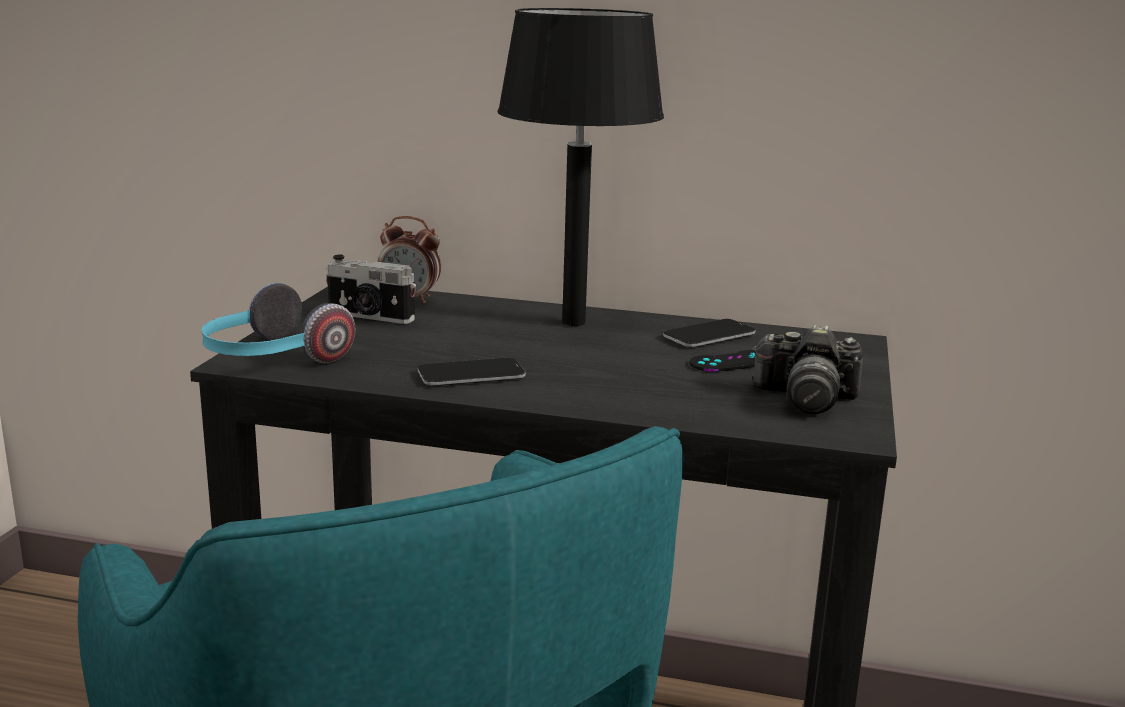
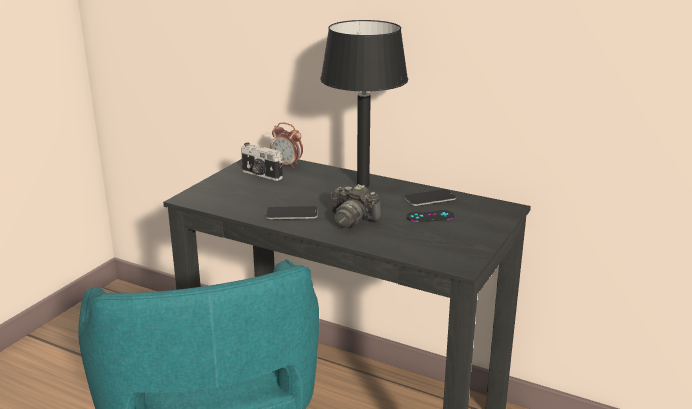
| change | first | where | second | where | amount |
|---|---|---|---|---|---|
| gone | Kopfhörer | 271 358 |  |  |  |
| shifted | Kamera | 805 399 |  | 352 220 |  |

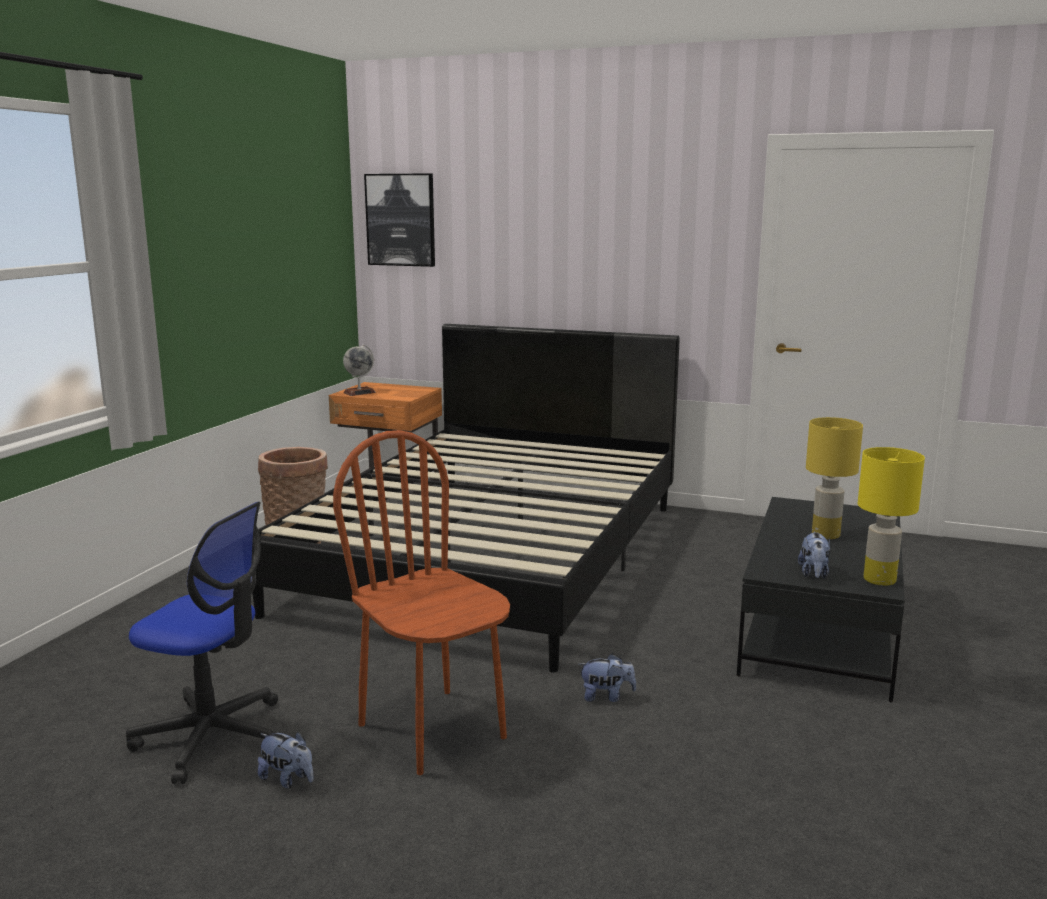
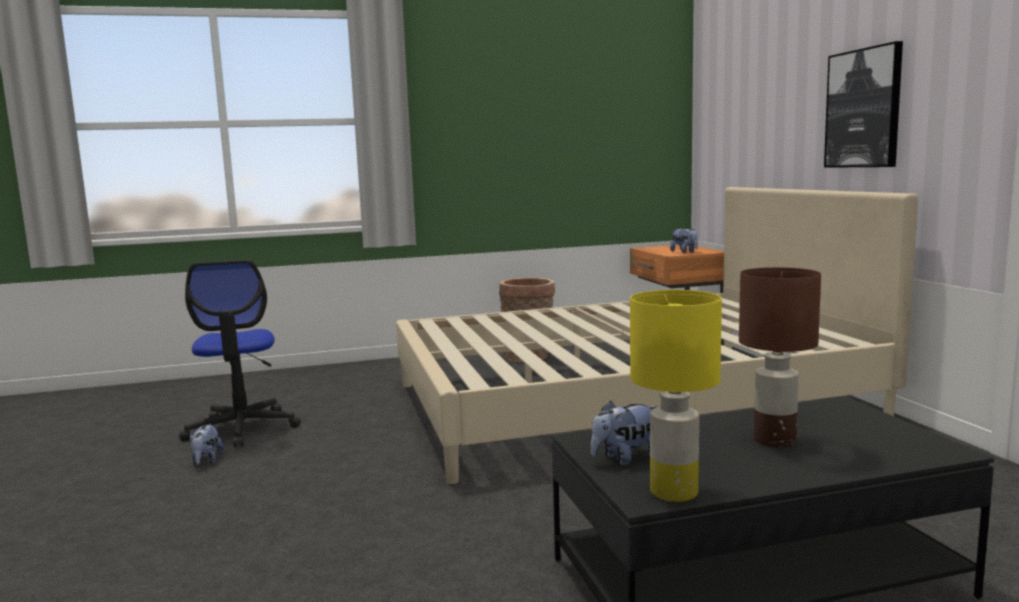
| change | first | where | second | where | amount |
|---|---|---|---|---|---|
| repainted | Bett (schwarz) | 492 555 | Bett (beige) | 625 401 |  |
| gone | Stuhl (braun) | 433 730 |  |  |  |
| gone | Globus | 359 392 |  |  |  |
| shifted | Bild | 401 220 |  | 863 108 |  |
| shifted | Plüschtier | 606 696 |  | 684 252 |  |
| repainted | Tischlampe (gelb) | 825 535 | Tischlampe (braun) | 773 440 |  |

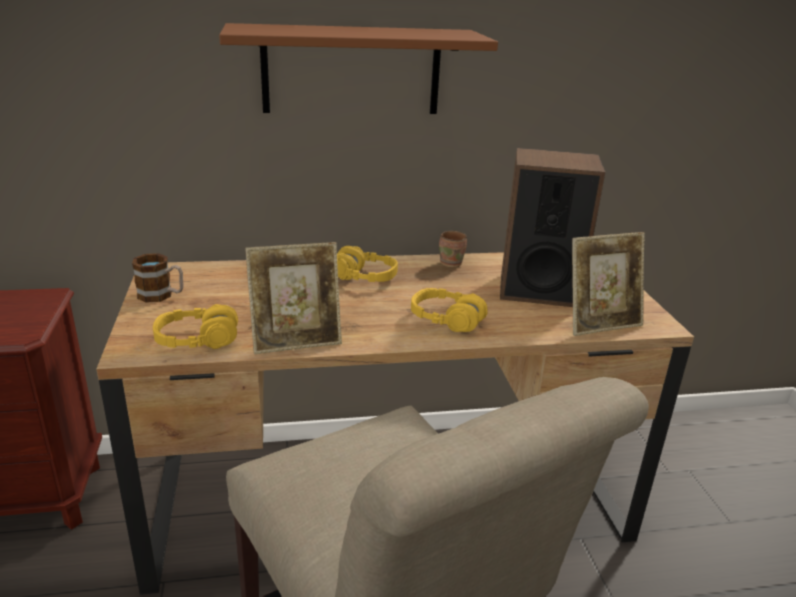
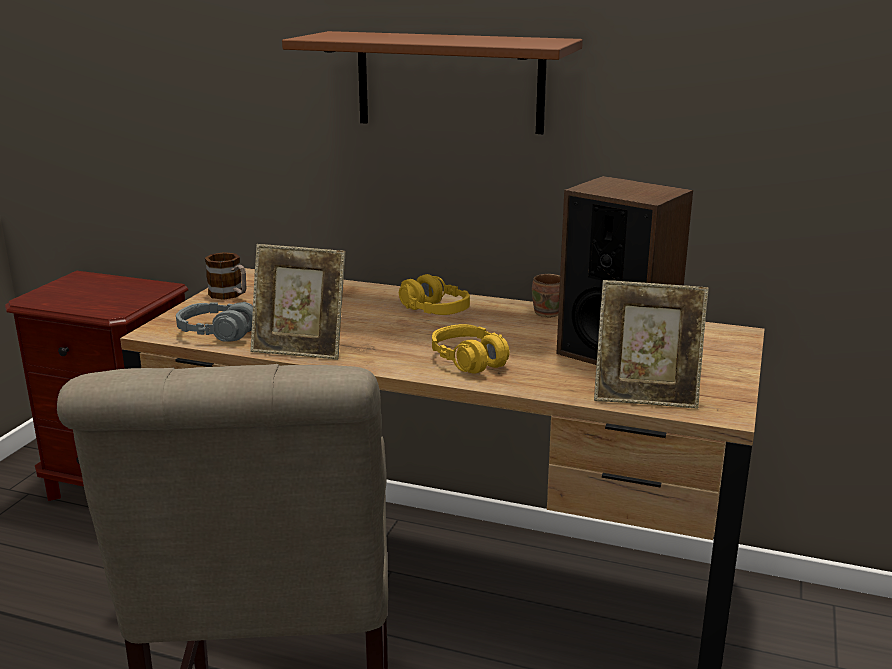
| change | first | where | second | where | amount |
|---|---|---|---|---|---|
| repainted | Kopfhörer (gelb) | 197 340 | Kopfhörer (grau) | 218 333 |  |

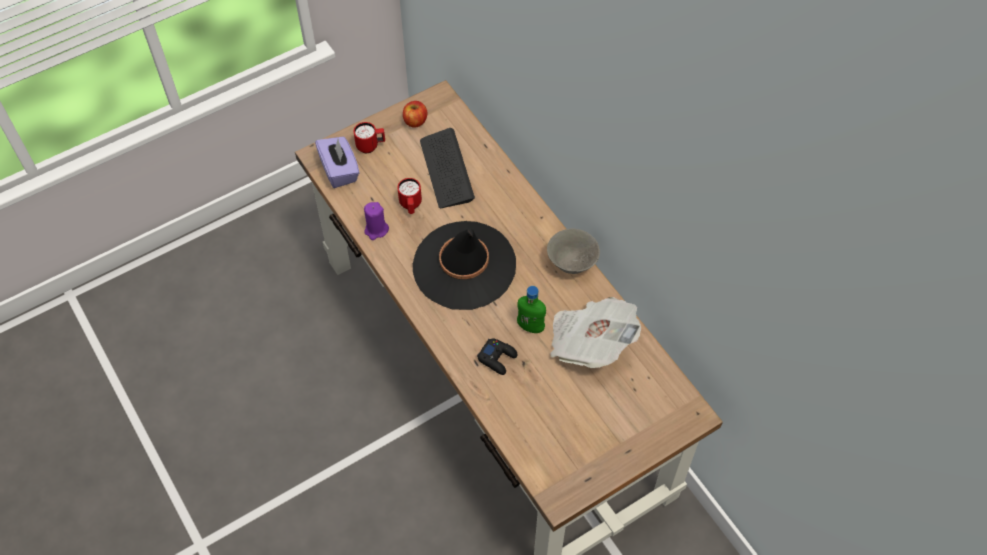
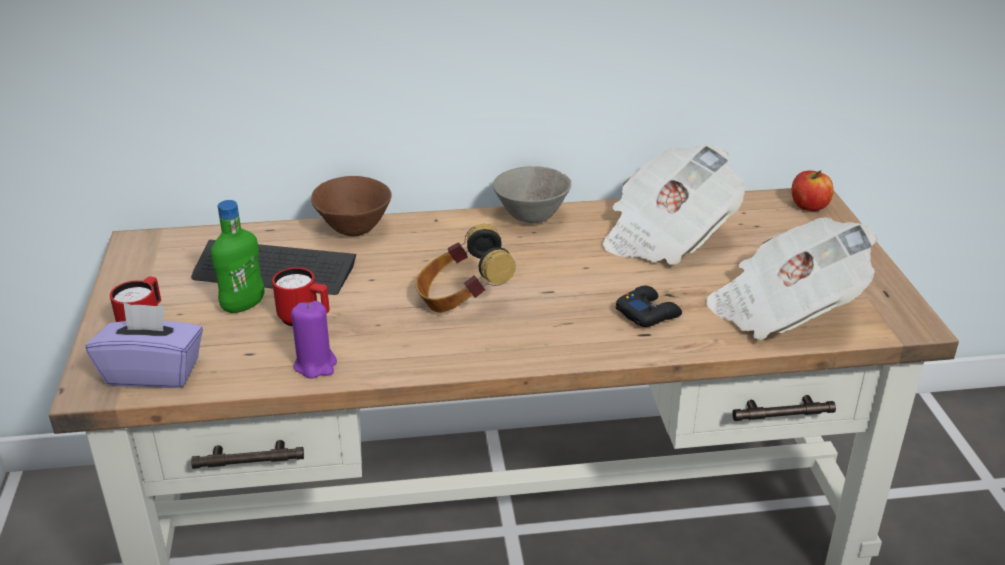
| change | first | where | second | where | amount |
|---|---|---|---|---|---|
| shifted | Apfel | 415 121 |  | 809 206 |  |
| swapped | Hut (schwarz) | 464 266 | Kopfhörer | 462 300 |  |
| shifted | Flasche (grün) | 530 327 |  | 243 305 |  |
| new |  |  | Schüssel (braun) | 354 230 |  |
| new |  |  | Zeitung | 783 310 |  |

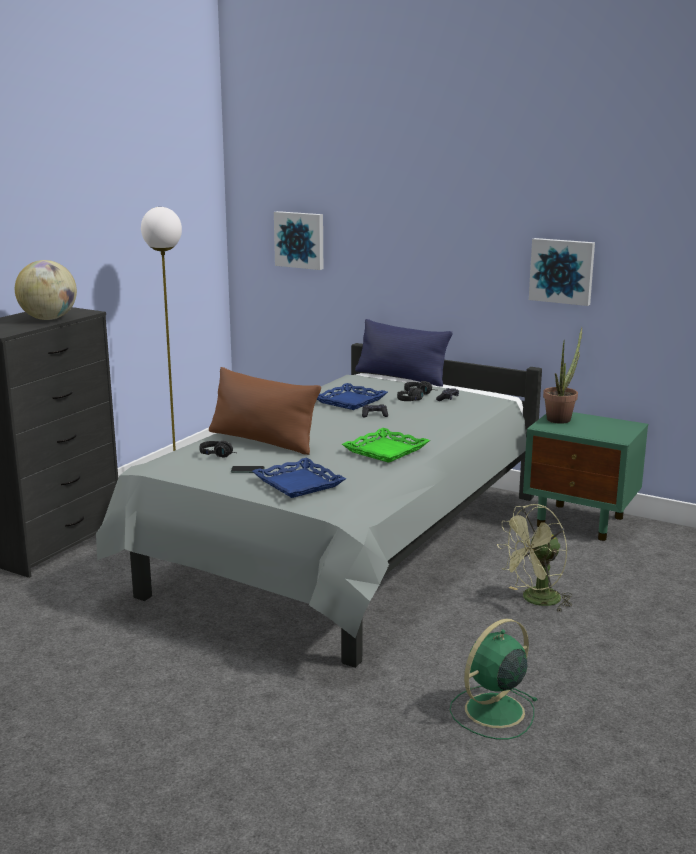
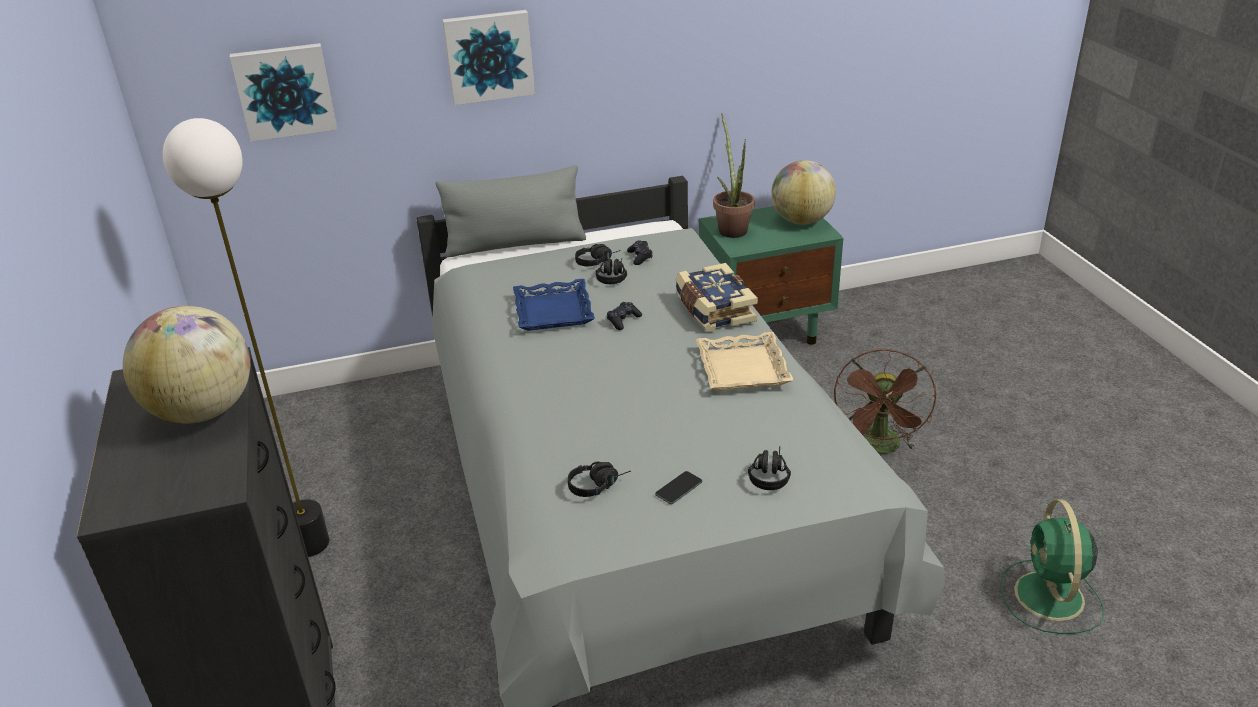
| change | first | where | second | where | amount |
|---|---|---|---|---|---|
| gone | Kissen (braun) | 262 440 |  |  |  |
| swapped | Tablett (blau) | 298 483 | Kopfhörer (schwarz) | 769 474 |  |
| repainted | Tablett (grün) | 386 450 | Tablett (beige) | 743 368 |  |
| repainted | Kissen (blau) | 401 377 | Kissen (grau) | 515 244 |  |
| repainted | Ventilator (grün) | 535 600 | Ventilator (braun) | 880 448 |  |
| shifted | Bild | 562 271 |  | 488 56 |  |
| new |  |  | Buch | 713 310 |  |
| new |  |  | Globus | 801 221 |  |

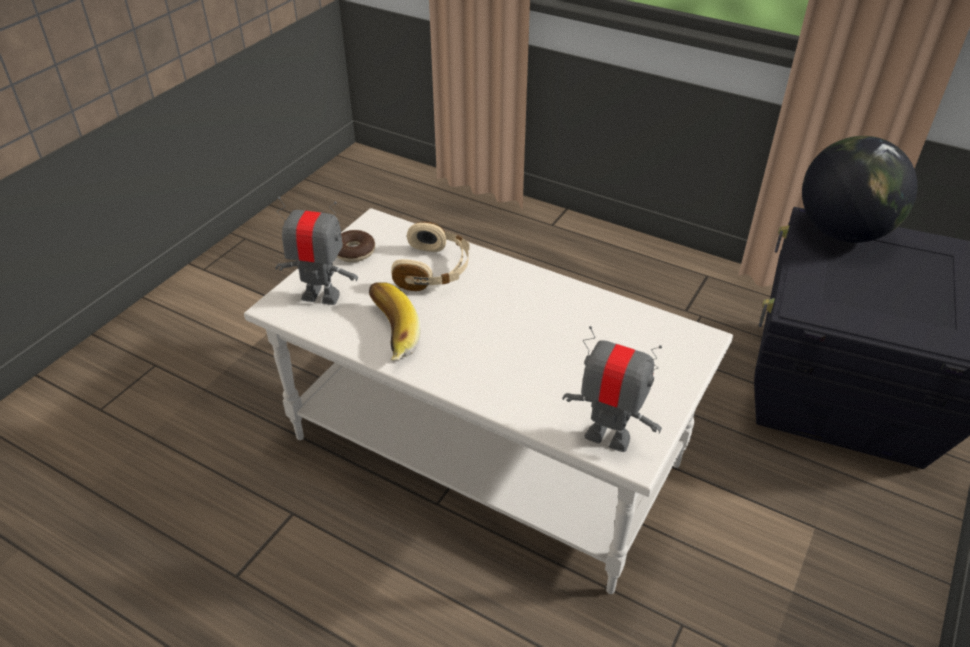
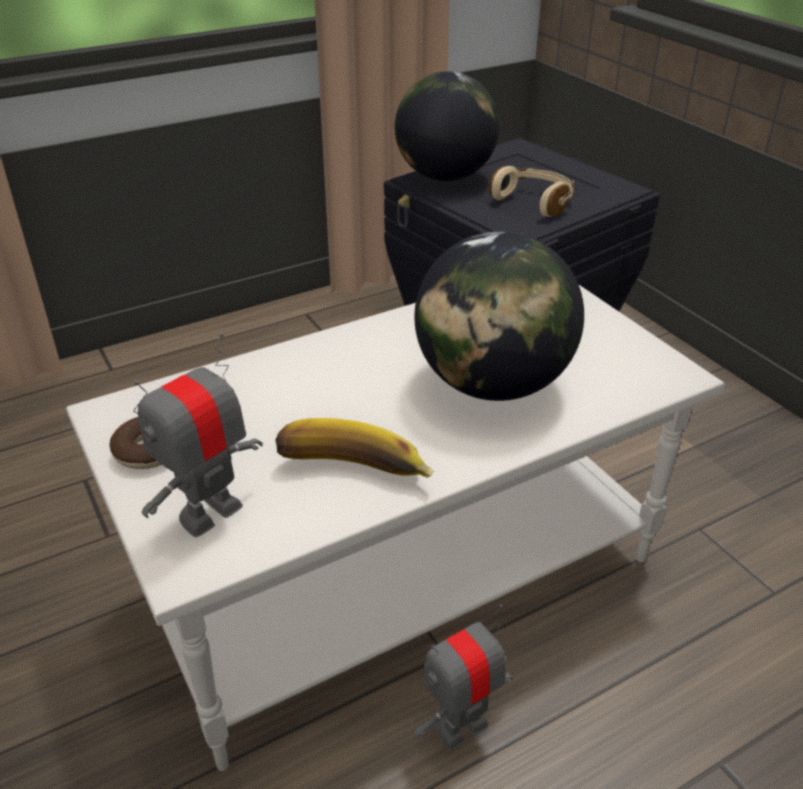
| change | first | where | second | where | amount |
|---|---|---|---|---|---|
| shifted | Kopfhörer (beige) | 434 270 |  | 535 201 |  |
| shifted | Spielzeugroboter | 608 437 |  | 461 728 |  |
| new |  |  | Globus | 493 384 |  |

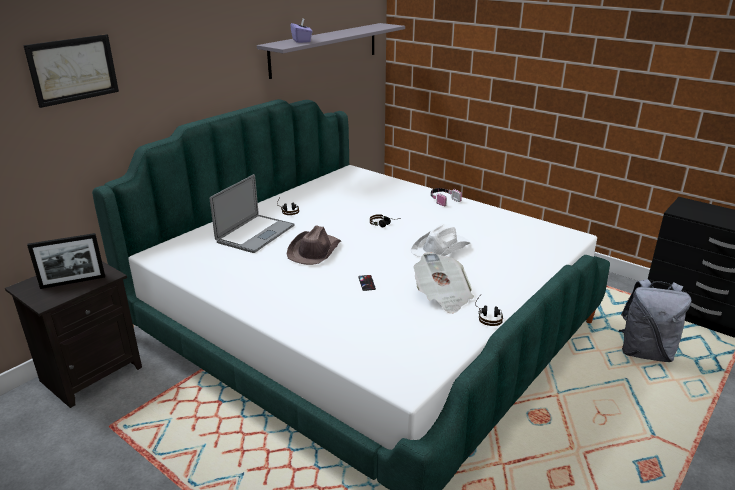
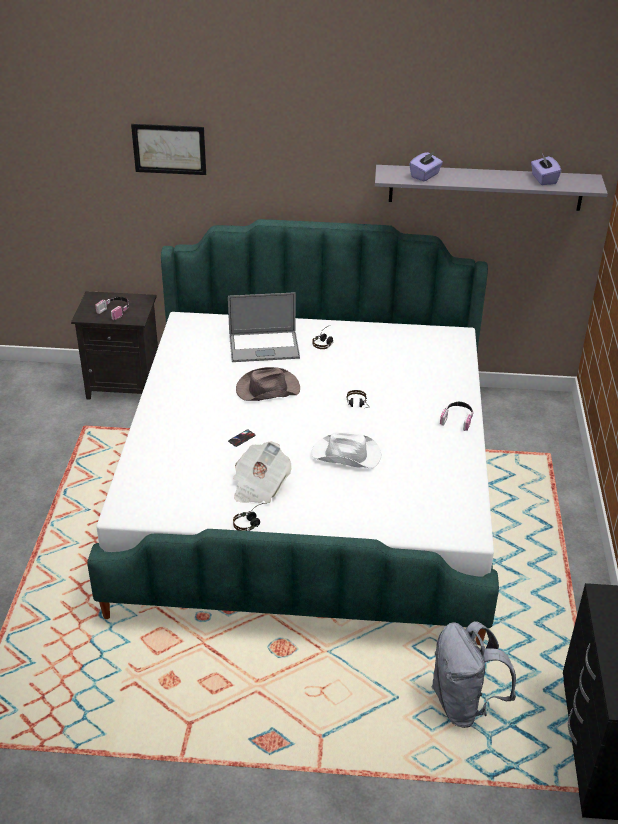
| change | first | where | second | where | amount |
|---|---|---|---|---|---|
| swapped | Bilderrahmen | 73 282 | Kopfhörer | 115 311 |  |
| new |  |  | Taschentuchbox (lila) | 543 179 |  |

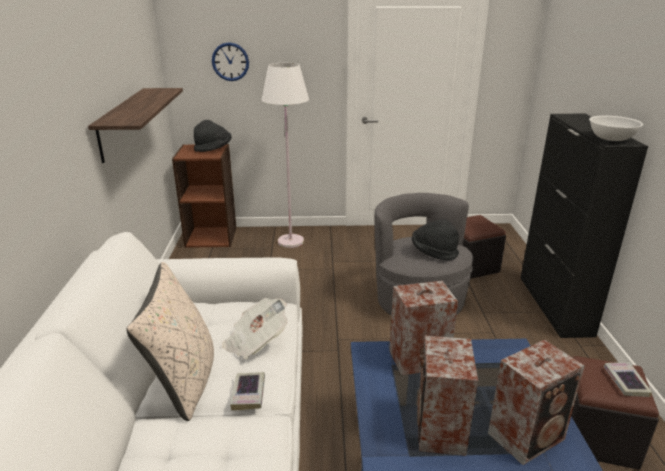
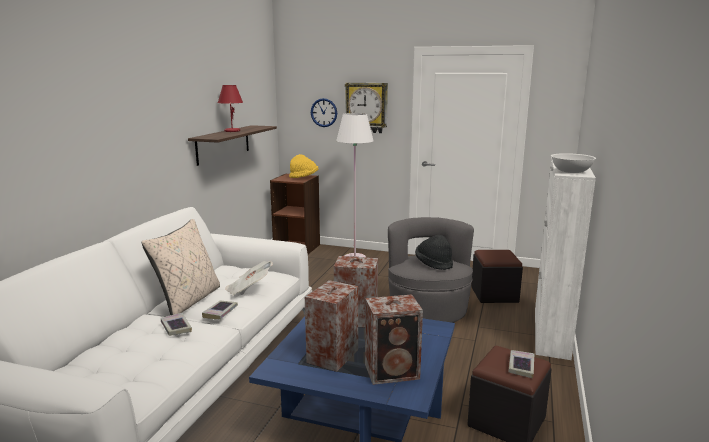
| change | first | where | second | where | amount |
|---|---|---|---|---|---|
| repainted | Hut (schwarz) | 213 149 | Hut (gelb) | 304 177 |  |
| repainted | Schrank (schwarz) | 555 305 | Schrank (weiß) | 551 332 |  |
| new |  |  | Buch | 176 327 |  |
| new |  |  | Tischlampe (rot) | 232 131 |  |
| new |  |  | Wanduhr | 366 107 |  |

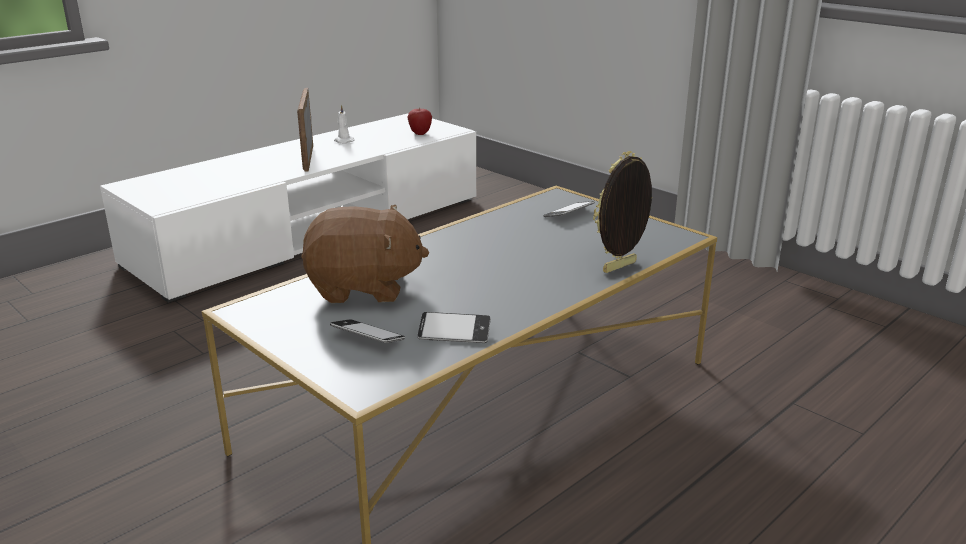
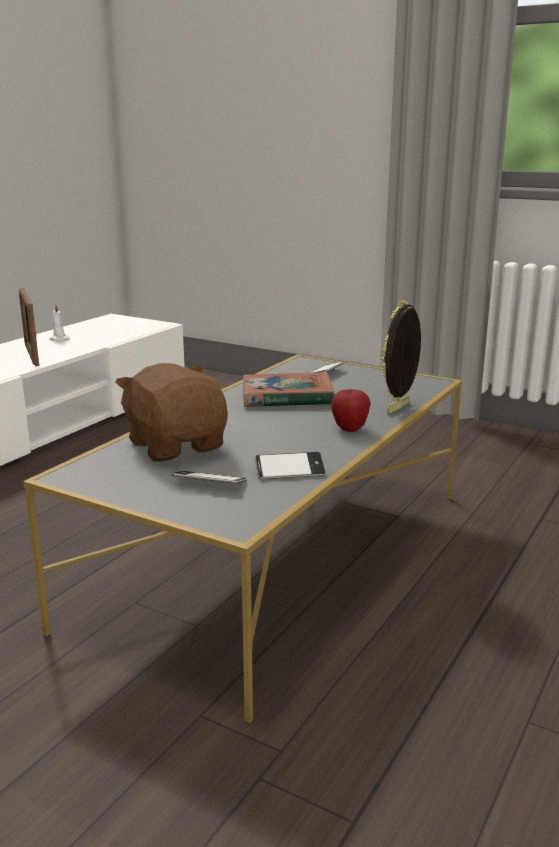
| change | first | where | second | where | amount |
|---|---|---|---|---|---|
| rotated | Plüschtier (braun) | 364 288 |  | 177 446 | 105 degrees counterclockwise |
| shifted | Apfel | 420 133 |  | 349 429 |  |
| new |  |  | Buch | 287 397 |  |

